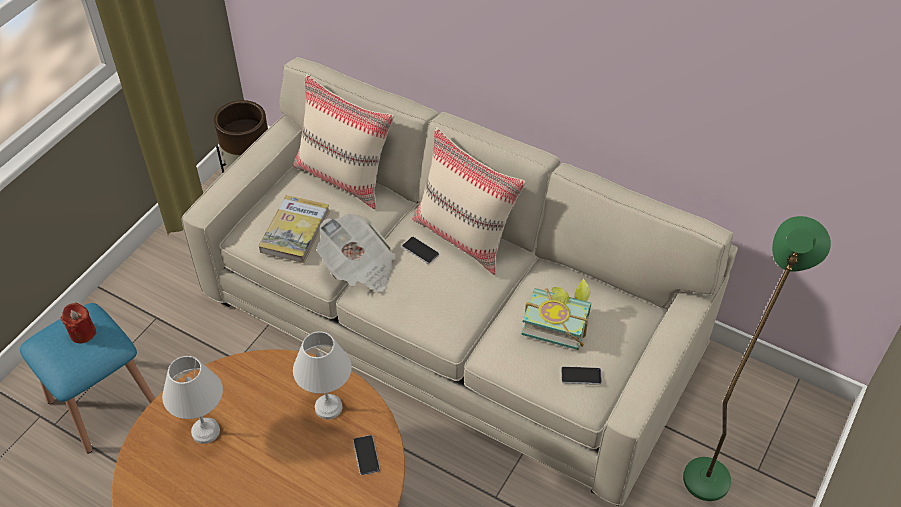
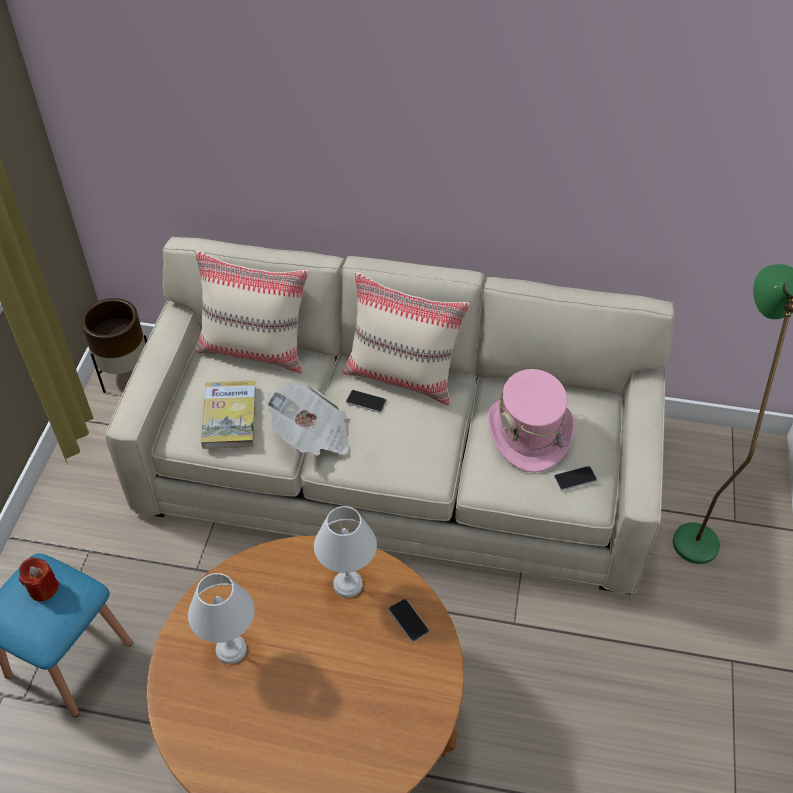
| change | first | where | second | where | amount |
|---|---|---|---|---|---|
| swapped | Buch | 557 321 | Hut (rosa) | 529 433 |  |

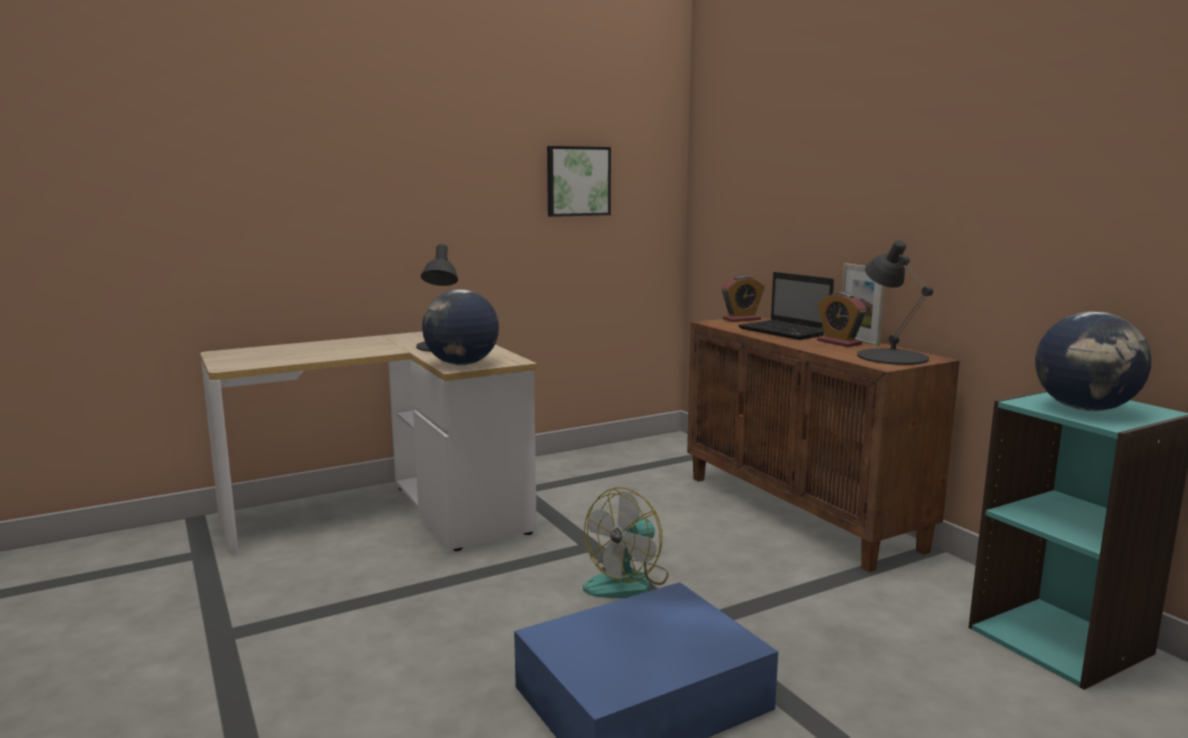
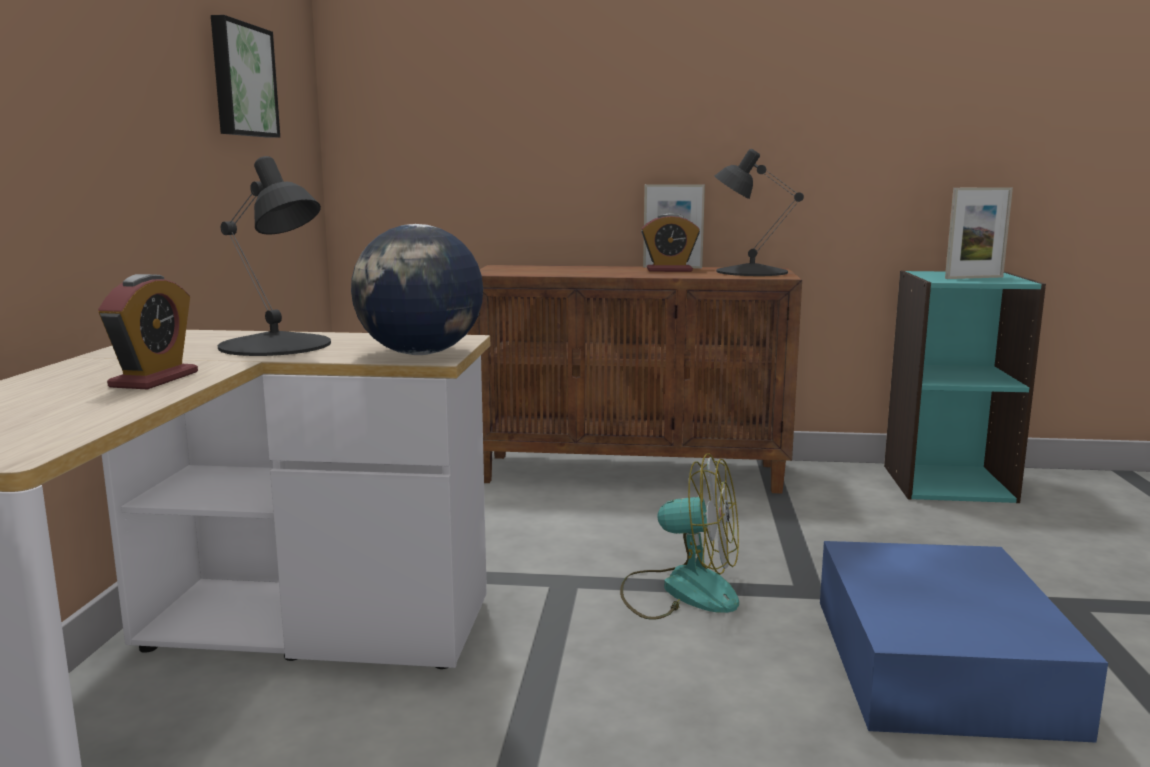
| change | first | where | second | where | amount |
|---|---|---|---|---|---|
| rotated | Ventilator | 628 582 |  | 681 590 | 60 degrees counterclockwise |
| shifted | Wecker | 741 319 |  | 154 379 |  |
| gone | Laptop | 786 332 |  |  |  |
| swapped | Globus | 1085 409 | Bilderrahmen | 974 278 |  |

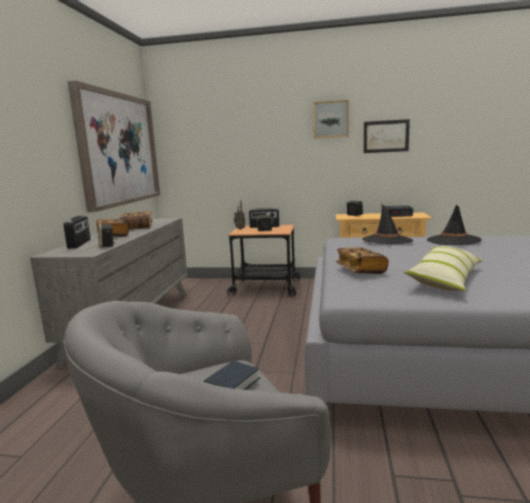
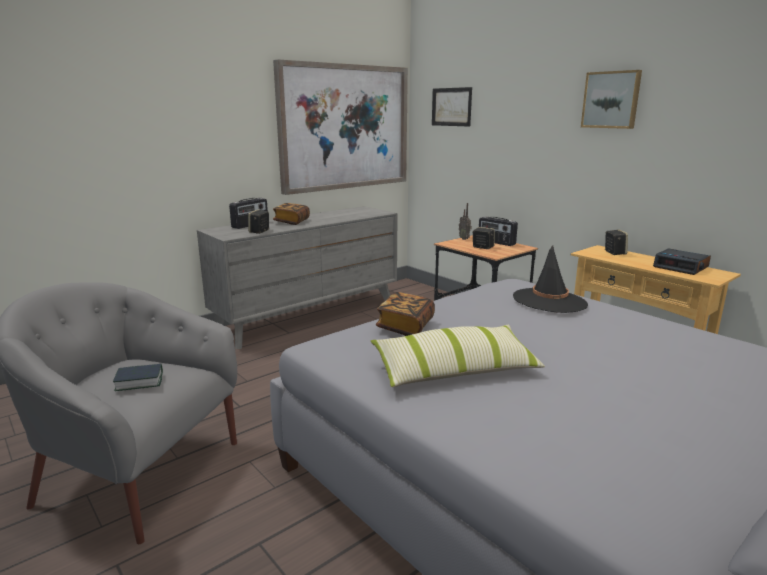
| change | first | where | second | where | amount |
|---|---|---|---|---|---|
| gone | Buch | 137 227 |  |  |  |
| shifted | Bild | 386 136 |  | 451 107 |  |
| gone | Hut (schwarz) | 453 240 |  |  |  |

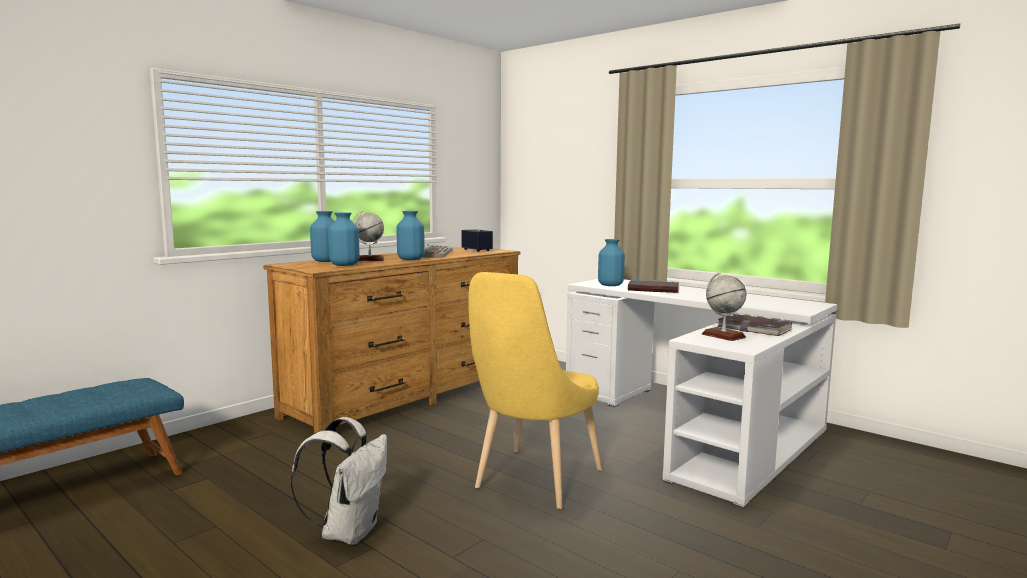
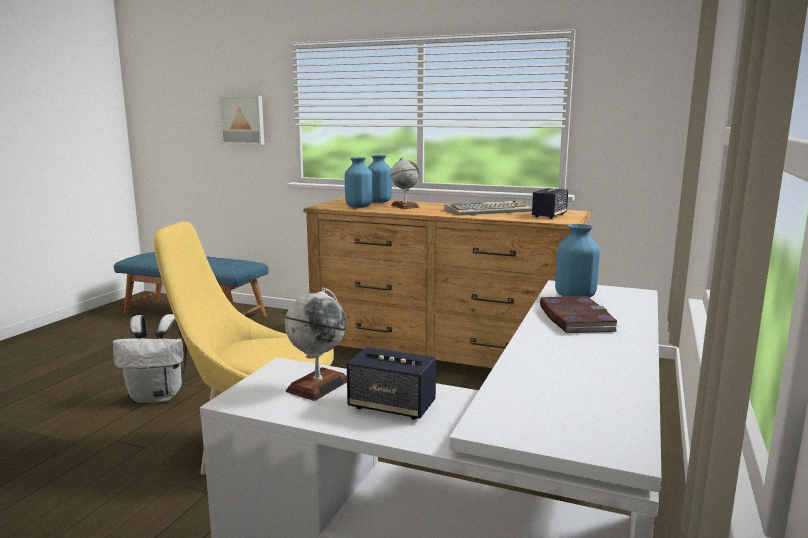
| change | first | where | second | where | amount |
|---|---|---|---|---|---|
| gone | Vase (blau) | 410 259 |  |  |  |
| swapped | Buch | 754 328 | Lautsprecher | 391 407 |  |
| new |  |  | Bild | 243 120 |  |

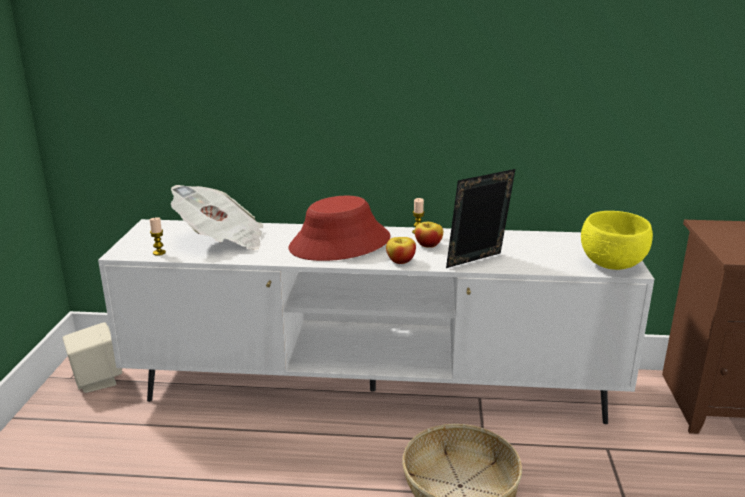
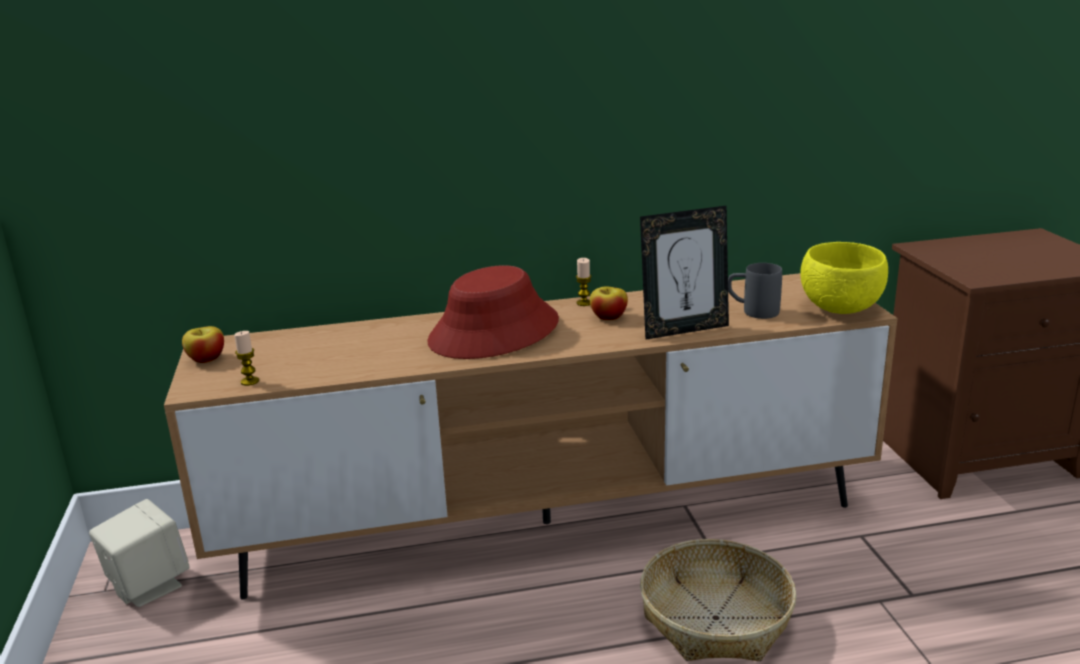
| change | first | where | second | where | amount |
|---|---|---|---|---|---|
| repainted | Fernsehschrank (weiß) | 372 390 | Fernsehschrank (braun) | 547 522 |  |
| gone | Zeitung | 222 240 |  |  |  |
| shifted | Apfel | 400 261 |  | 206 359 |  |
| rotated | Bilderrahmen | 477 262 |  | 684 329 | 150 degrees counterclockwise |
| new |  |  | Henkelbecher (grau) | 752 311 |  |

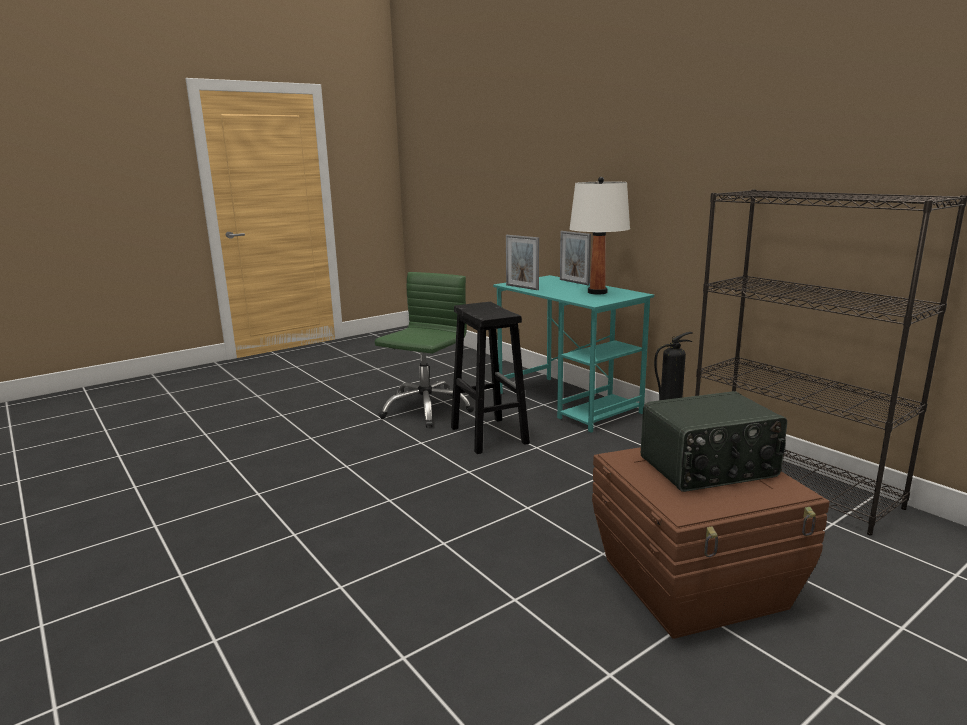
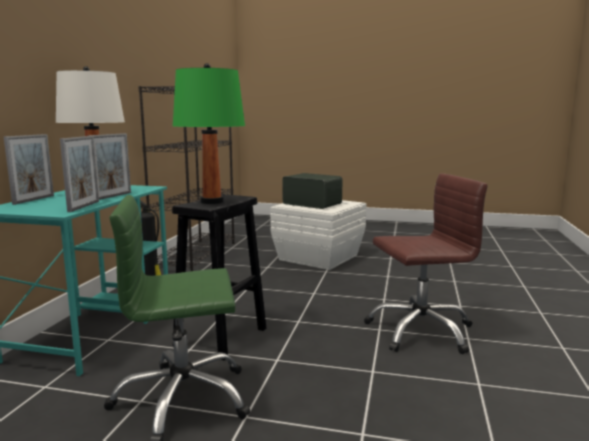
| change | first | where | second | where | amount |
|---|---|---|---|---|---|
| repainted | Aufbewahrungsbox (braun) | 695 583 | Aufbewahrungsbox (weiß) | 318 257 |  |
| new |  |  | Bilderrahmen | 112 196 |  |
| new |  |  | Tischlampe (grün) | 212 201 |  |
| new |  |  | Bürostuhl (braun) | 420 331 |  |

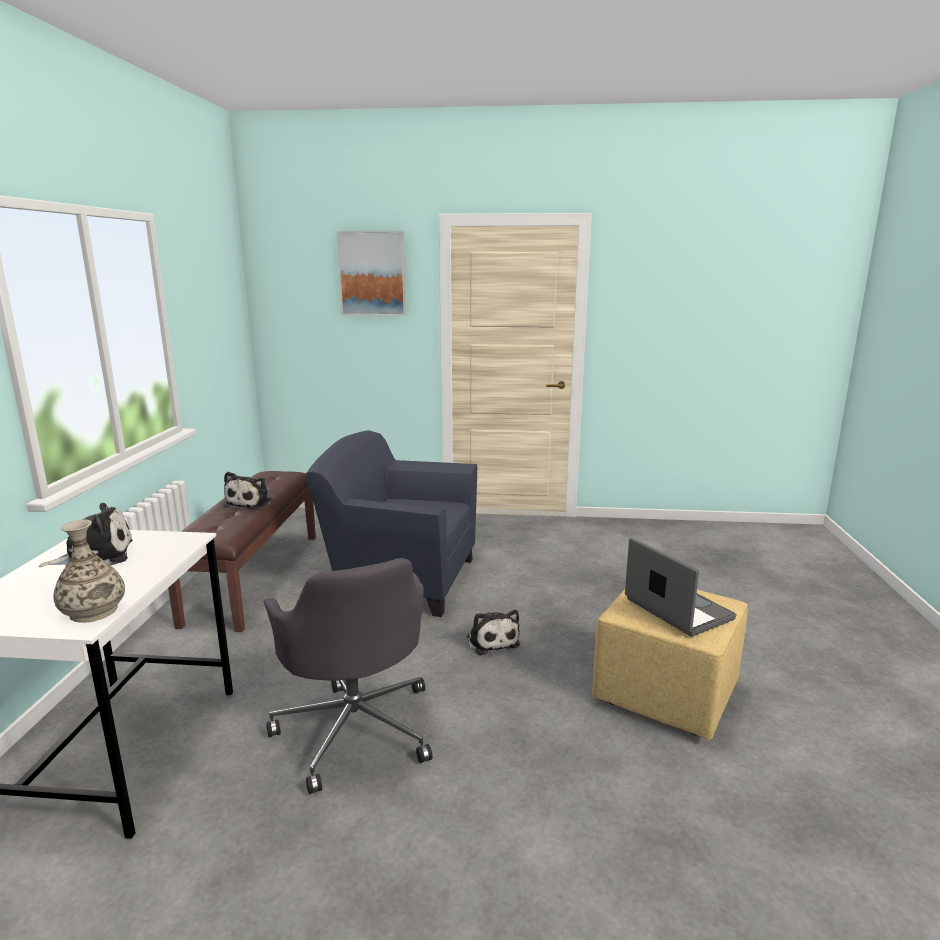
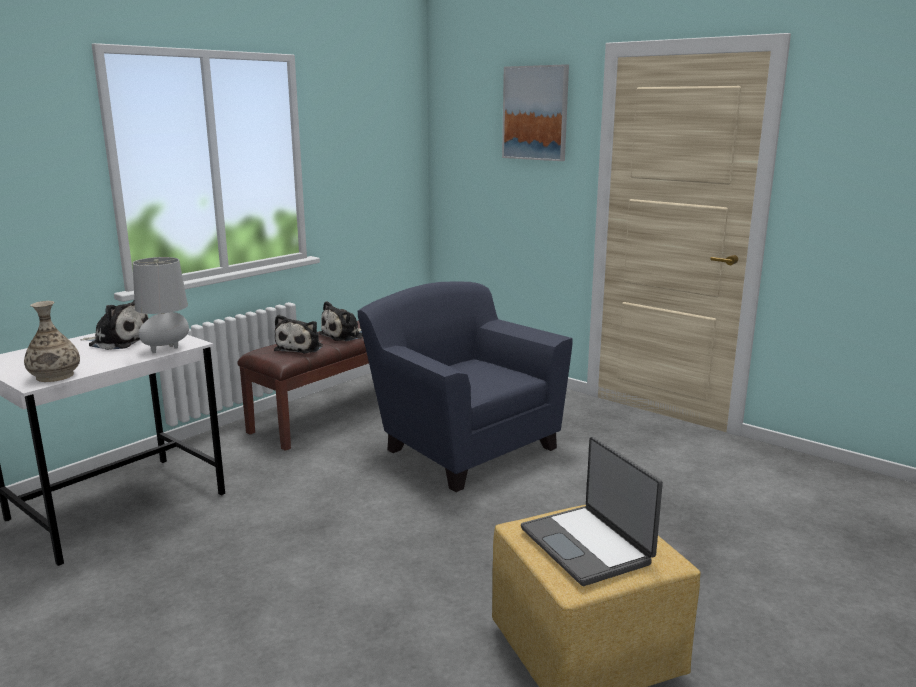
| change | first | where | second | where | amount |
|---|---|---|---|---|---|
| gone | Bürostuhl (grau) | 356 727 |  |  |  |
| shifted | Plüschtier | 491 640 |  | 301 348 |  |
| rotated | Laptop | 676 609 |  | 587 545 | 150 degrees clockwise |
| new |  |  | Tischlampe (grau) | 166 349 |  |

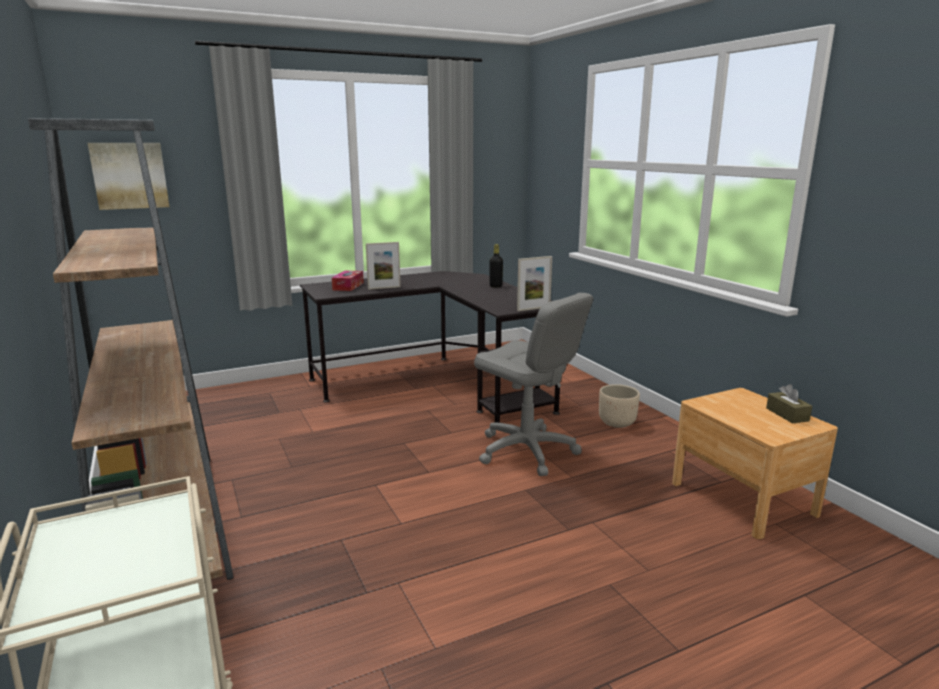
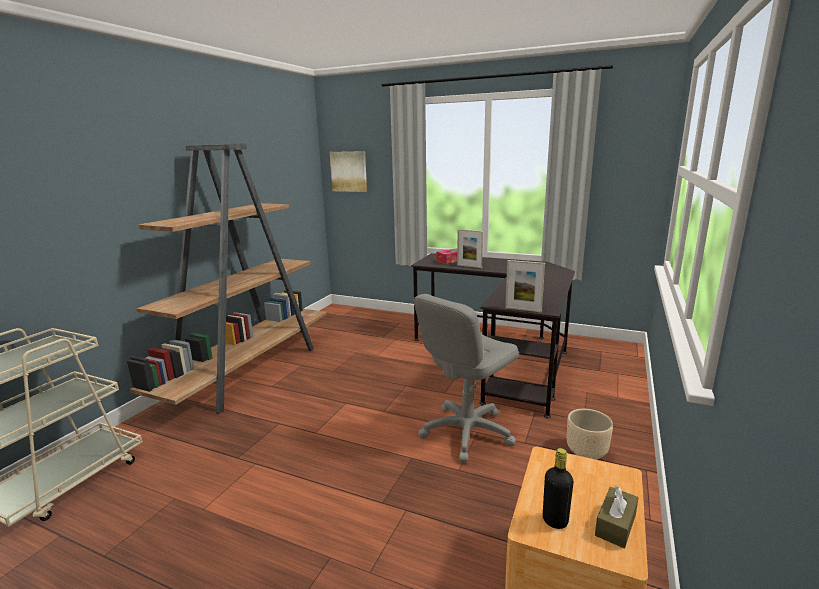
| change | first | where | second | where | amount |
|---|---|---|---|---|---|
| rotated | Bürostuhl (grau) | 526 451 |  | 466 432 | 45 degrees clockwise |
| shifted | Flasche (schwarz) | 495 286 |  | 555 520 |  |

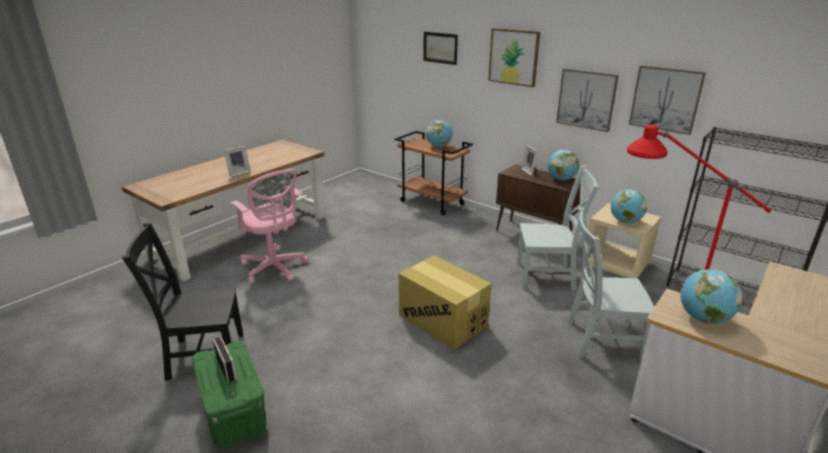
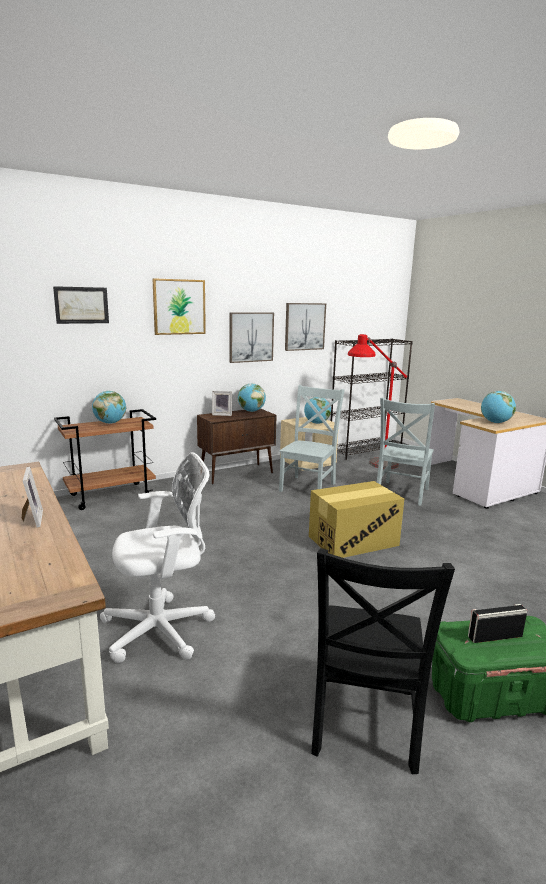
| change | first | where | second | where | amount |
|---|---|---|---|---|---|
| repainted | Bürostuhl (rosa) | 275 269 | Bürostuhl (weiß) | 162 629 |  |

